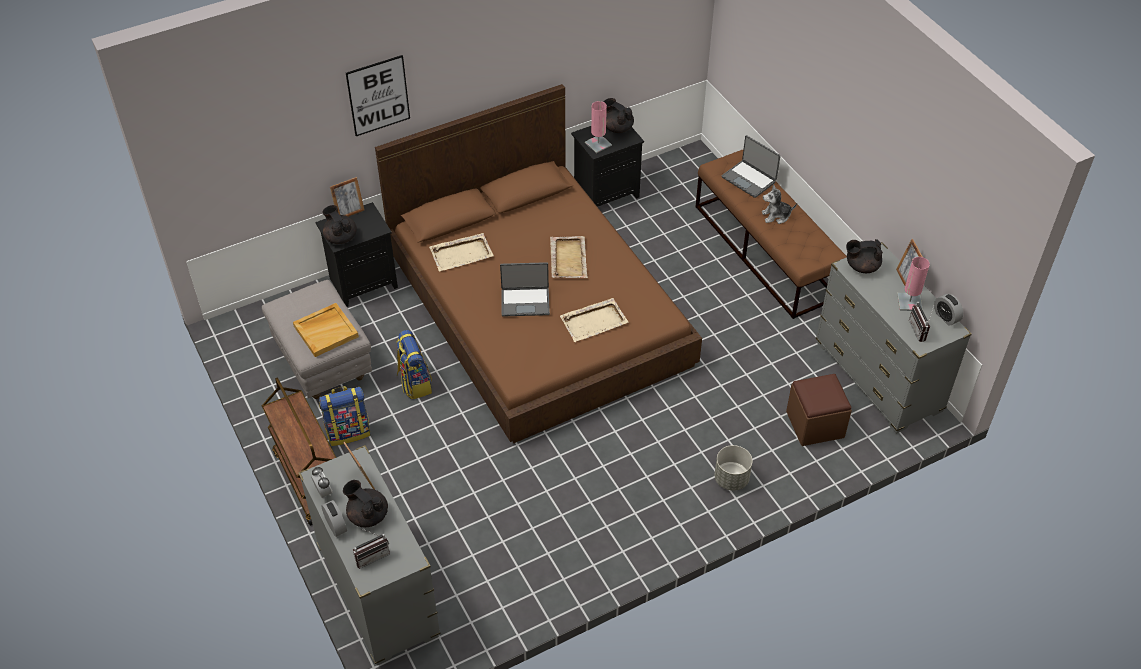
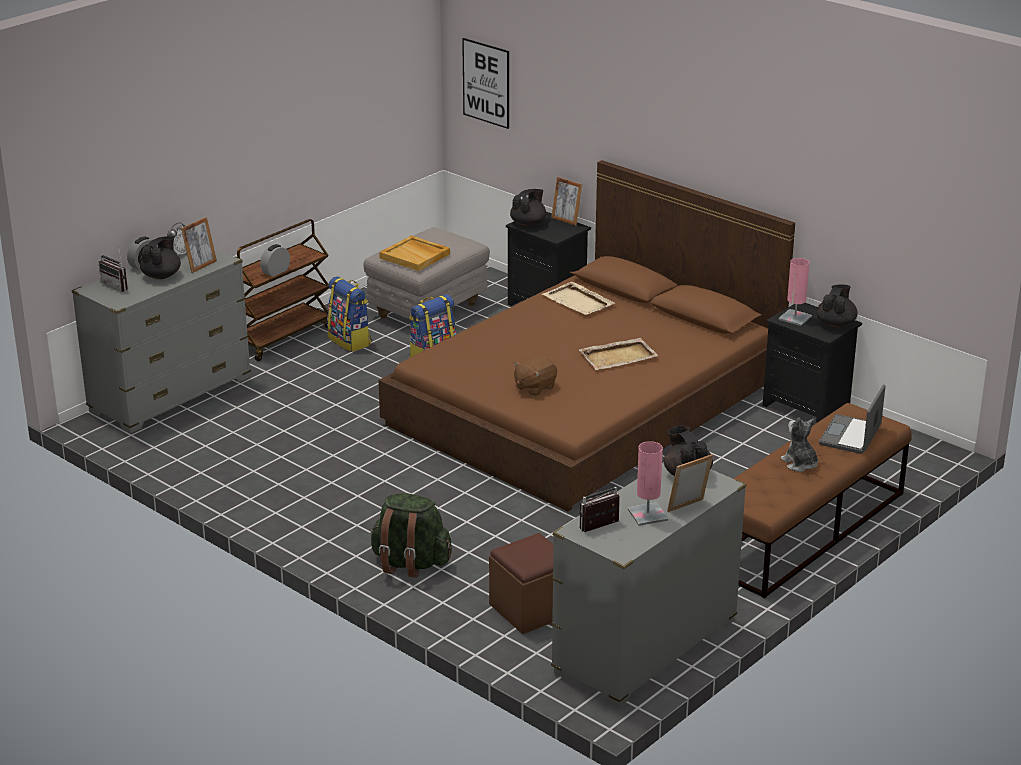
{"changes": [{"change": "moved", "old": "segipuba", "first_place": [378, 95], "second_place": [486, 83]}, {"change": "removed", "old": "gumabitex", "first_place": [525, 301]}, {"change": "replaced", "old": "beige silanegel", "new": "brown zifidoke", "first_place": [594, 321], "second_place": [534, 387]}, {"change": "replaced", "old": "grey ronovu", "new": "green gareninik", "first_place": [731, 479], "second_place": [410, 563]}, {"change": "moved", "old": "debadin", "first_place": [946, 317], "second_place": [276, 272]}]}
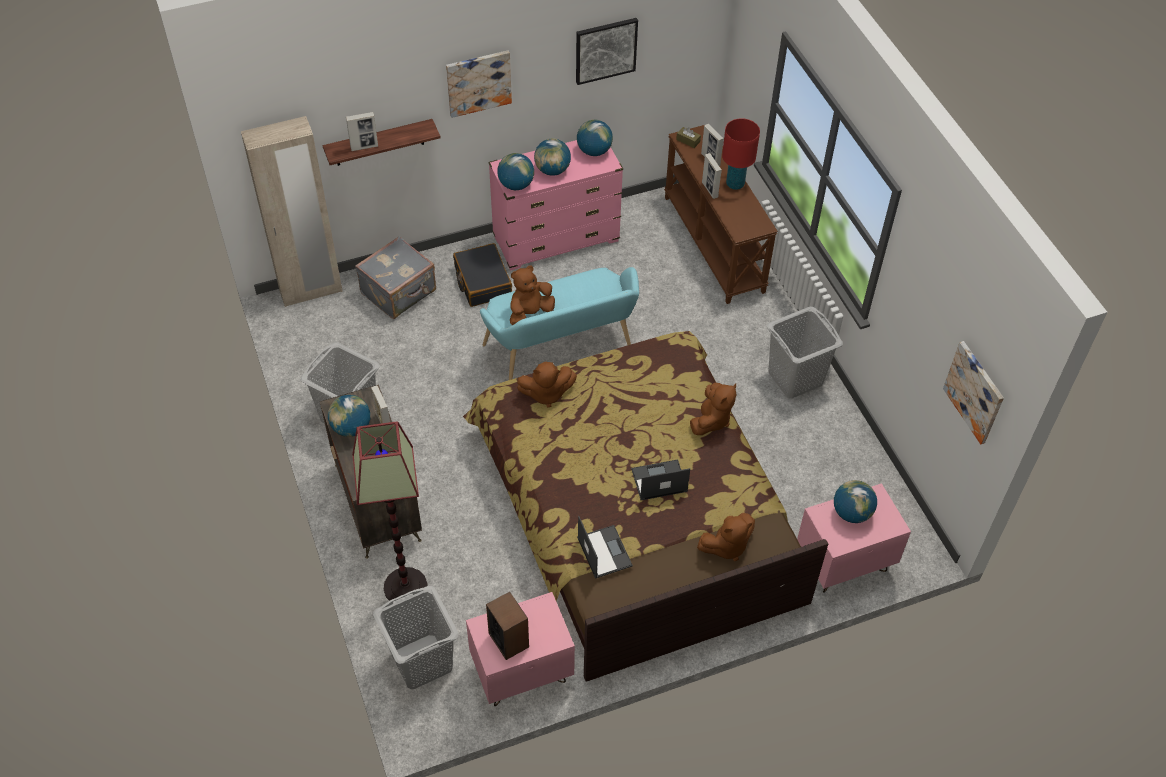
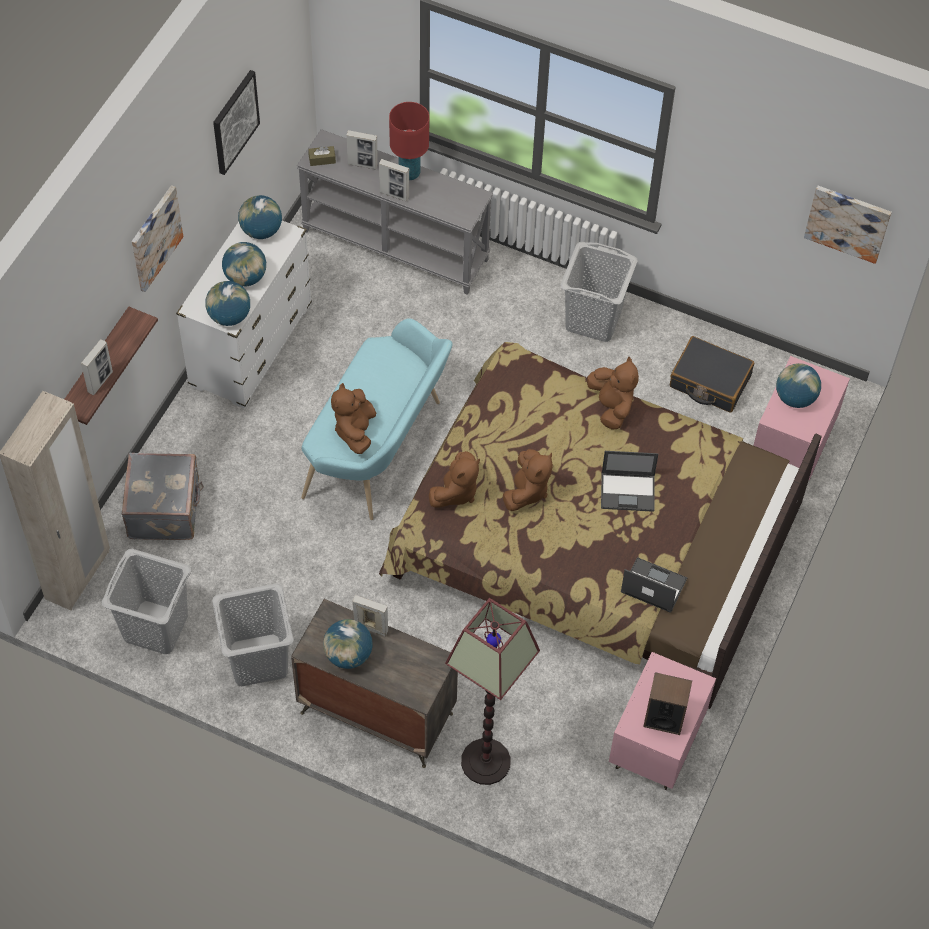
{"changes": [{"change": "moved", "old": "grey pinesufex", "first_place": [422, 661], "second_place": [155, 626]}, {"change": "moved", "old": "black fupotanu", "first_place": [482, 282], "second_place": [709, 381]}, {"change": "recoloured", "old": "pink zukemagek", "new": "white zukemagek", "first_place": [556, 239], "second_place": [251, 346]}, {"change": "turned", "old": "gumabitex", "first_place": [658, 480], "second_place": [628, 492], "degrees": -120}, {"change": "recoloured", "old": "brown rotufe", "new": "grey rotufe", "first_place": [715, 244], "second_place": [396, 244]}, {"change": "moved", "old": "brown zifidoke", "first_place": [726, 546], "second_place": [527, 491]}]}
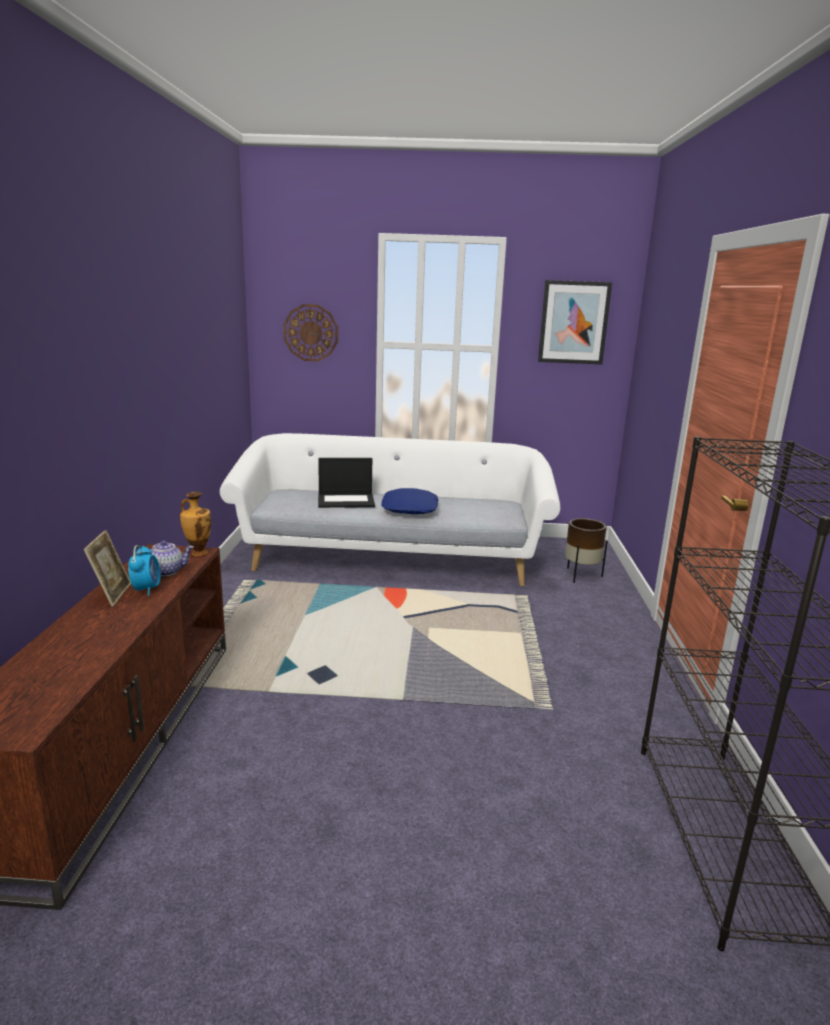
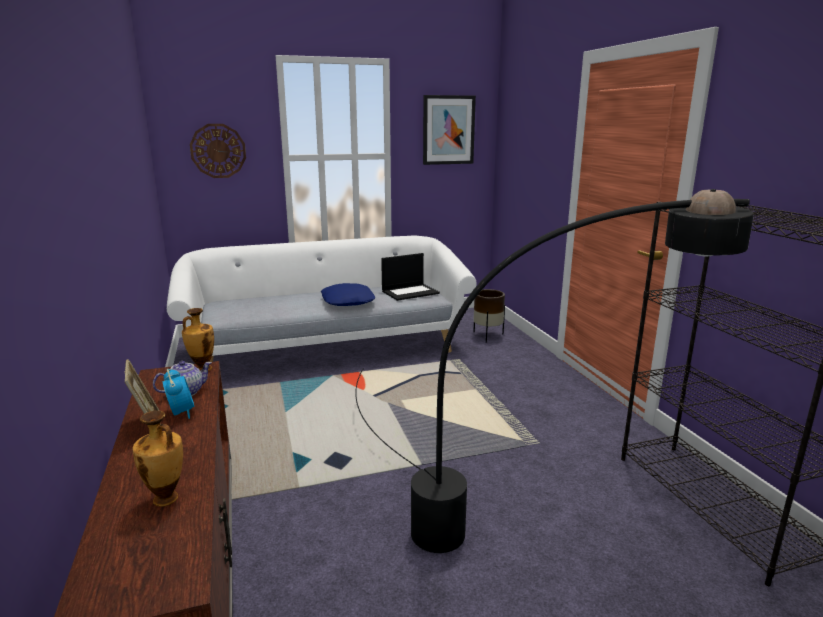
{"changes": [{"change": "moved", "old": "gumabitex", "first_place": [346, 501], "second_place": [410, 292]}, {"change": "added", "new": "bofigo", "second_place": [166, 499]}, {"change": "added", "new": "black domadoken", "second_place": [503, 519]}]}
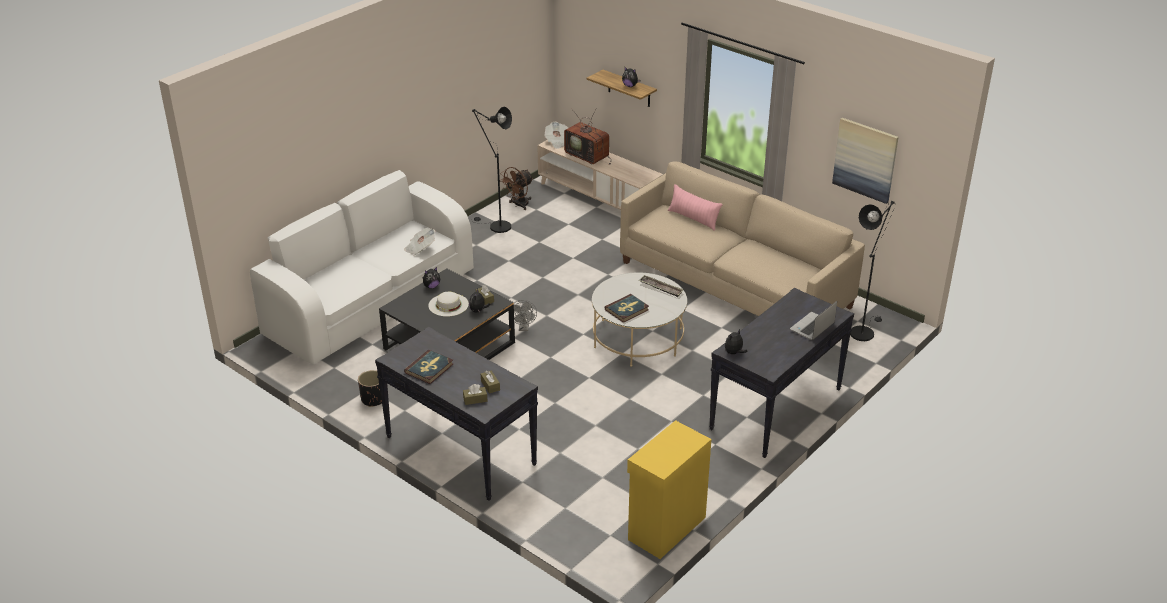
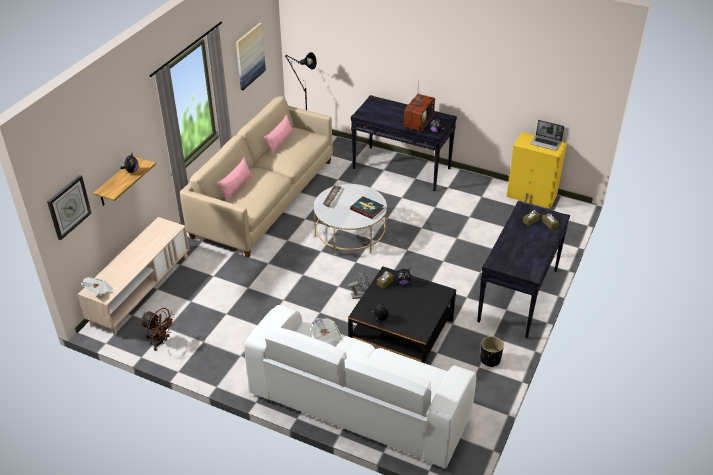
{"changes": [{"change": "removed", "old": "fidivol", "first_place": [429, 368]}, {"change": "removed", "old": "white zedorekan", "first_place": [448, 305]}, {"change": "removed", "old": "black domadoken", "first_place": [496, 226]}, {"change": "moved", "old": "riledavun", "first_place": [588, 156], "second_place": [418, 122]}, {"change": "moved", "old": "gumabitex", "first_place": [812, 327], "second_place": [546, 143]}, {"change": "added", "new": "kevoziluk", "second_place": [69, 207]}, {"change": "added", "new": "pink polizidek", "second_place": [280, 143]}]}
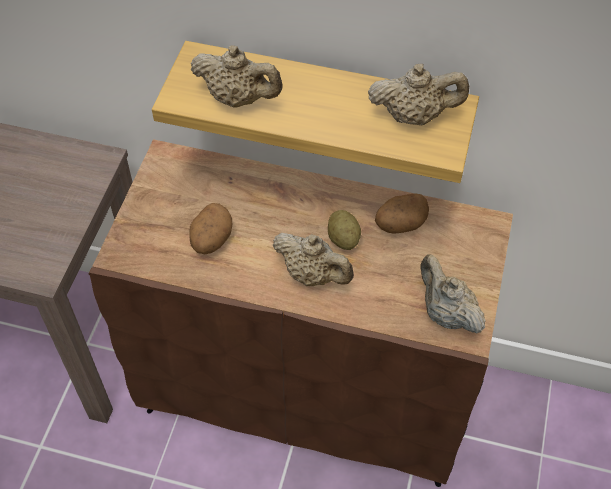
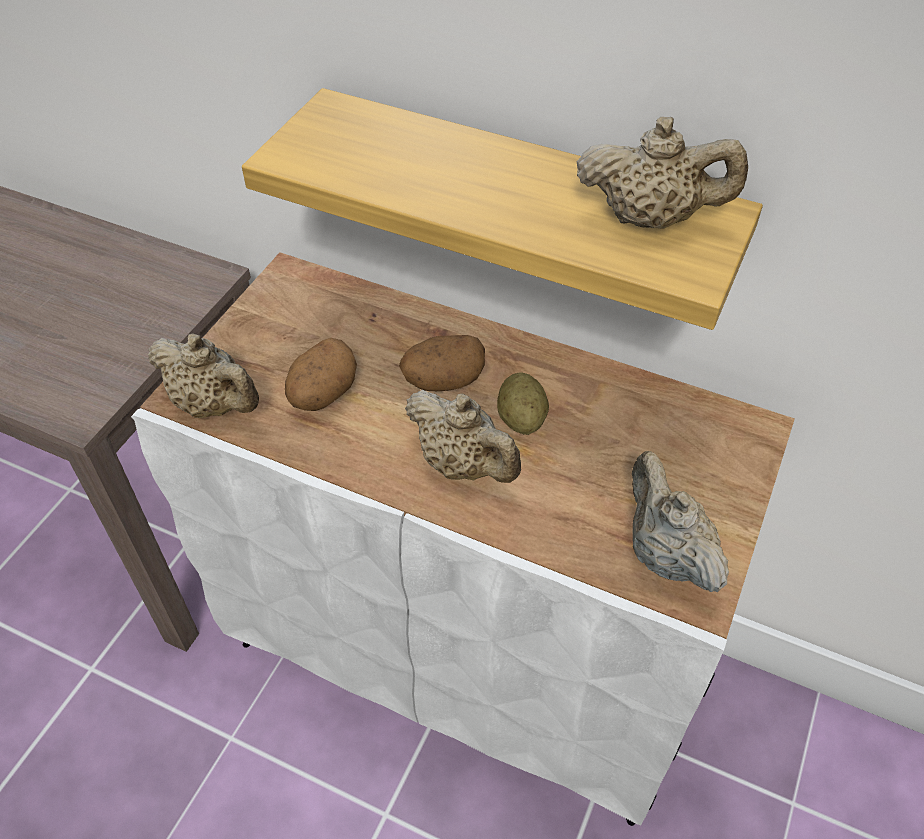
{"changes": [{"change": "recoloured", "old": "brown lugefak", "new": "white lugefak", "first_place": [308, 394], "second_place": [465, 655]}, {"change": "moved", "old": "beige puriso", "first_place": [238, 98], "second_place": [214, 404]}, {"change": "moved", "old": "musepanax", "first_place": [400, 224], "second_place": [443, 381]}]}
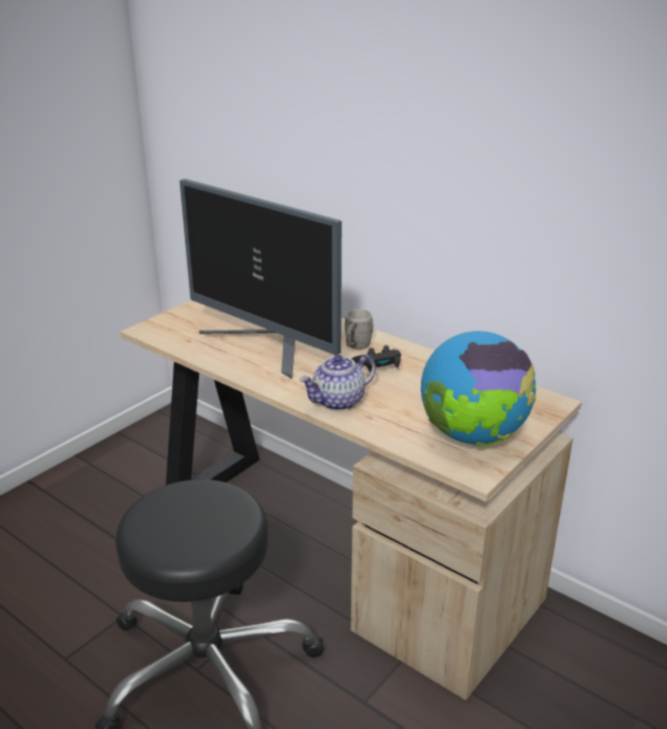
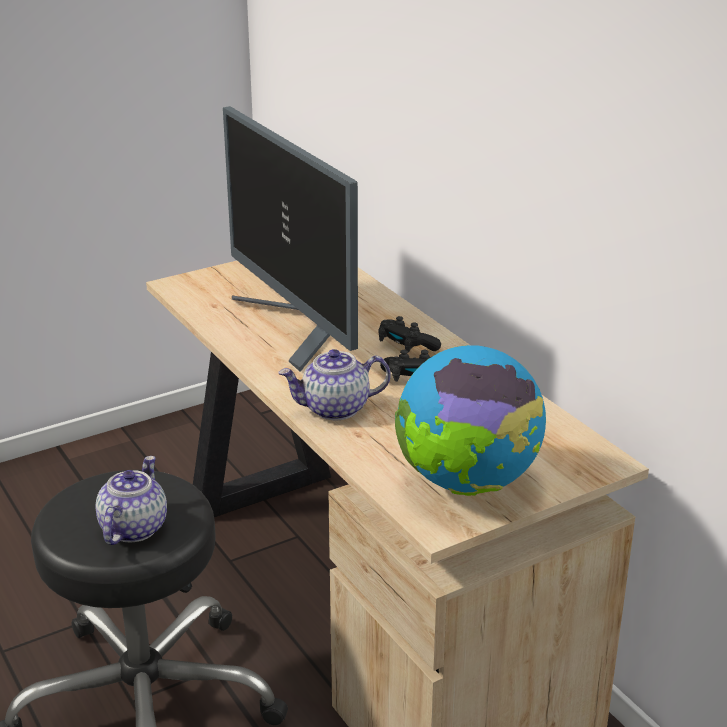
{"changes": [{"change": "replaced", "old": "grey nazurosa", "new": "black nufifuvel", "first_place": [356, 346], "second_place": [406, 346]}, {"change": "added", "new": "puriso", "second_place": [133, 528]}]}
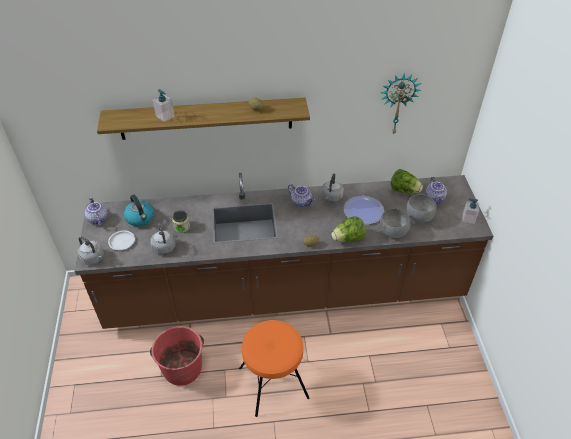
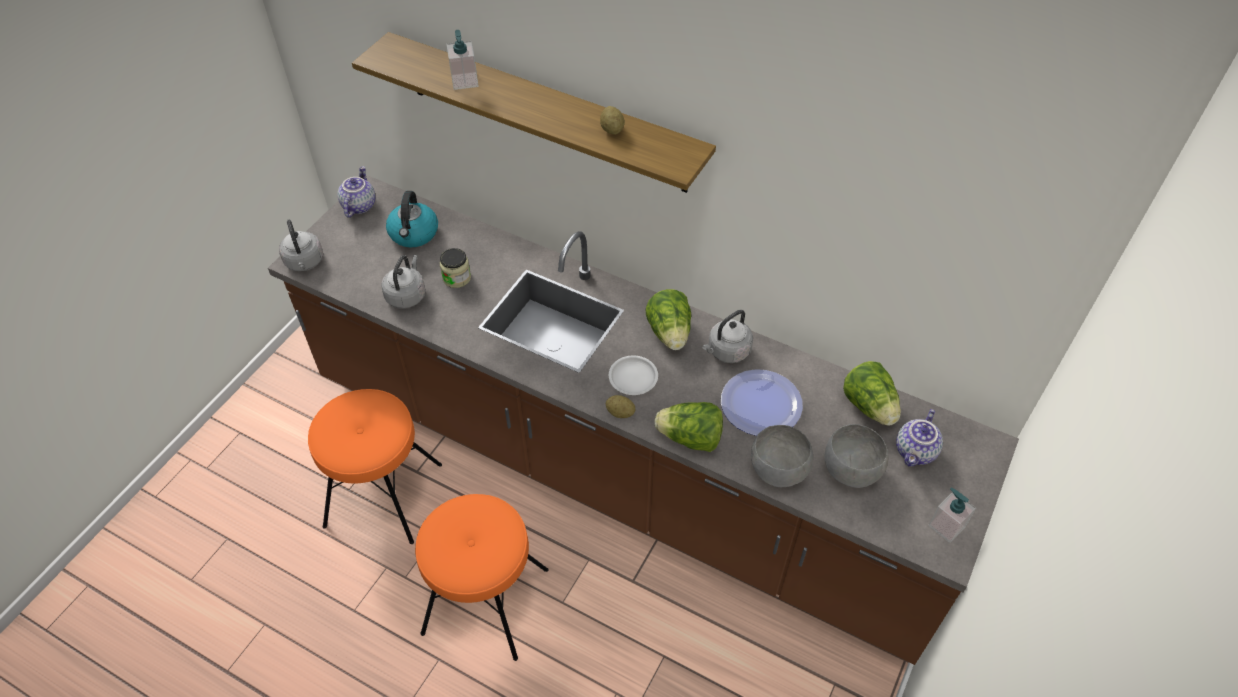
{"changes": [{"change": "moved", "old": "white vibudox", "first_place": [121, 241], "second_place": [633, 377]}, {"change": "replaced", "old": "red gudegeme", "new": "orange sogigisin", "first_place": [182, 367], "second_place": [383, 495]}, {"change": "replaced", "old": "puriso", "new": "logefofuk", "first_place": [301, 202], "second_place": [670, 333]}, {"change": "removed", "old": "kevoziluk", "first_place": [397, 103]}]}
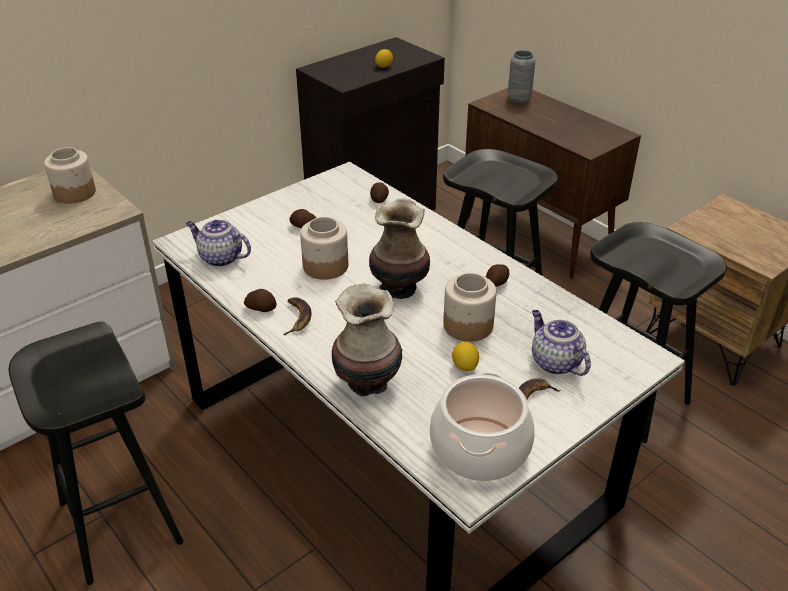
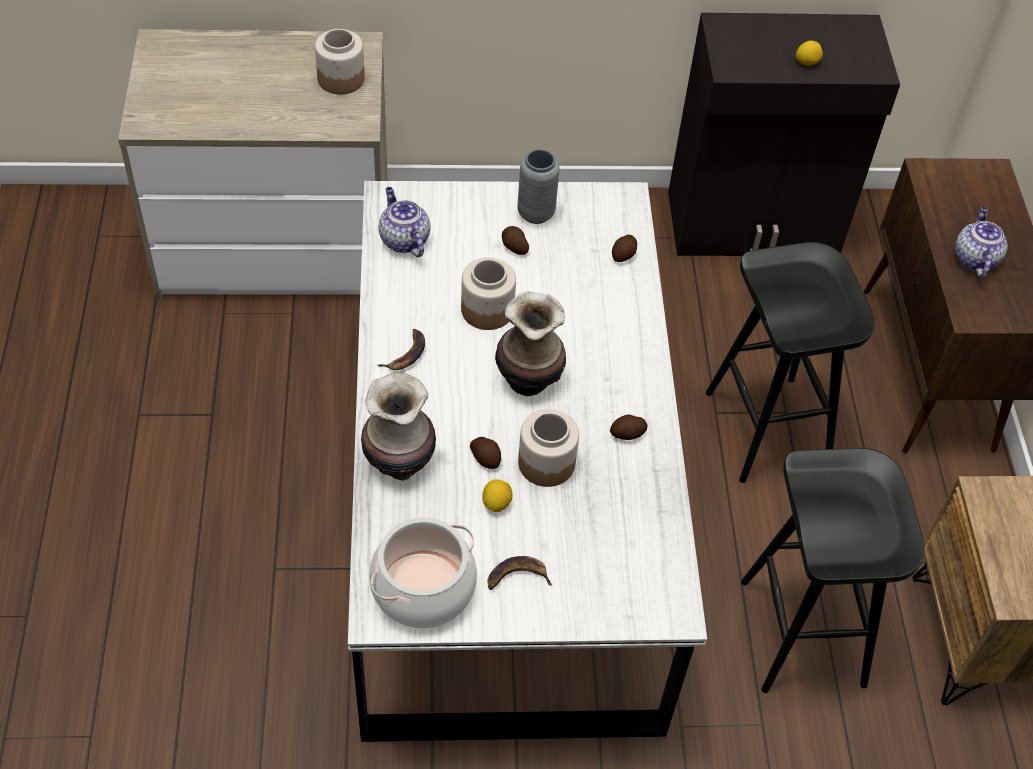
{"changes": [{"change": "removed", "old": "black sogigisin", "first_place": [118, 521]}, {"change": "moved", "old": "musepanax", "first_place": [261, 308], "second_place": [486, 457]}, {"change": "moved", "old": "grey bofigo", "first_place": [519, 99], "second_place": [536, 213]}, {"change": "moved", "old": "puriso", "first_place": [554, 362], "second_place": [974, 258]}]}
